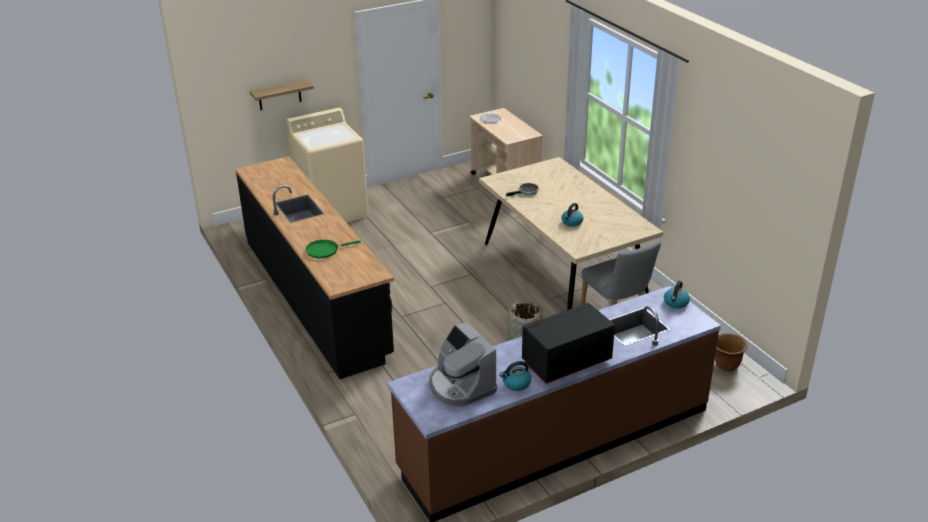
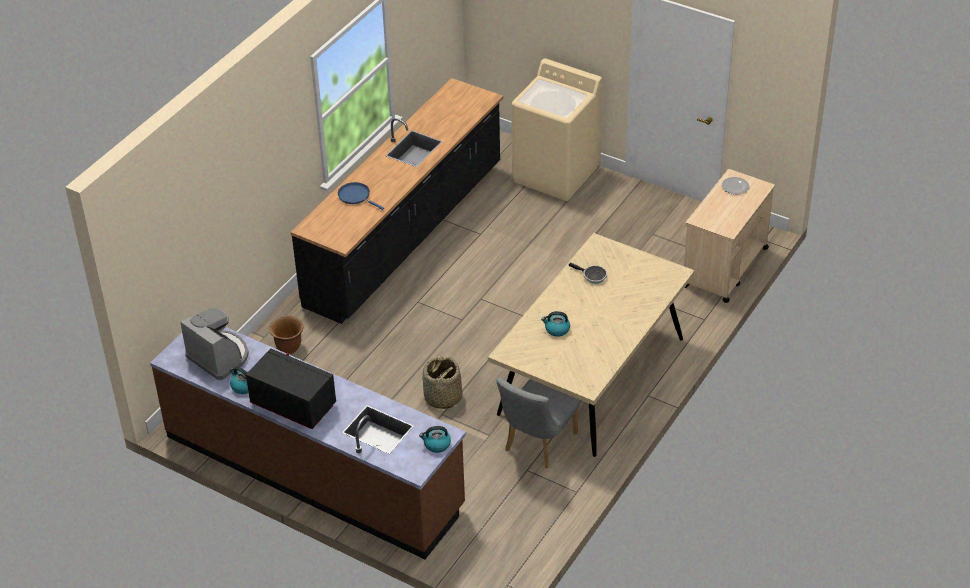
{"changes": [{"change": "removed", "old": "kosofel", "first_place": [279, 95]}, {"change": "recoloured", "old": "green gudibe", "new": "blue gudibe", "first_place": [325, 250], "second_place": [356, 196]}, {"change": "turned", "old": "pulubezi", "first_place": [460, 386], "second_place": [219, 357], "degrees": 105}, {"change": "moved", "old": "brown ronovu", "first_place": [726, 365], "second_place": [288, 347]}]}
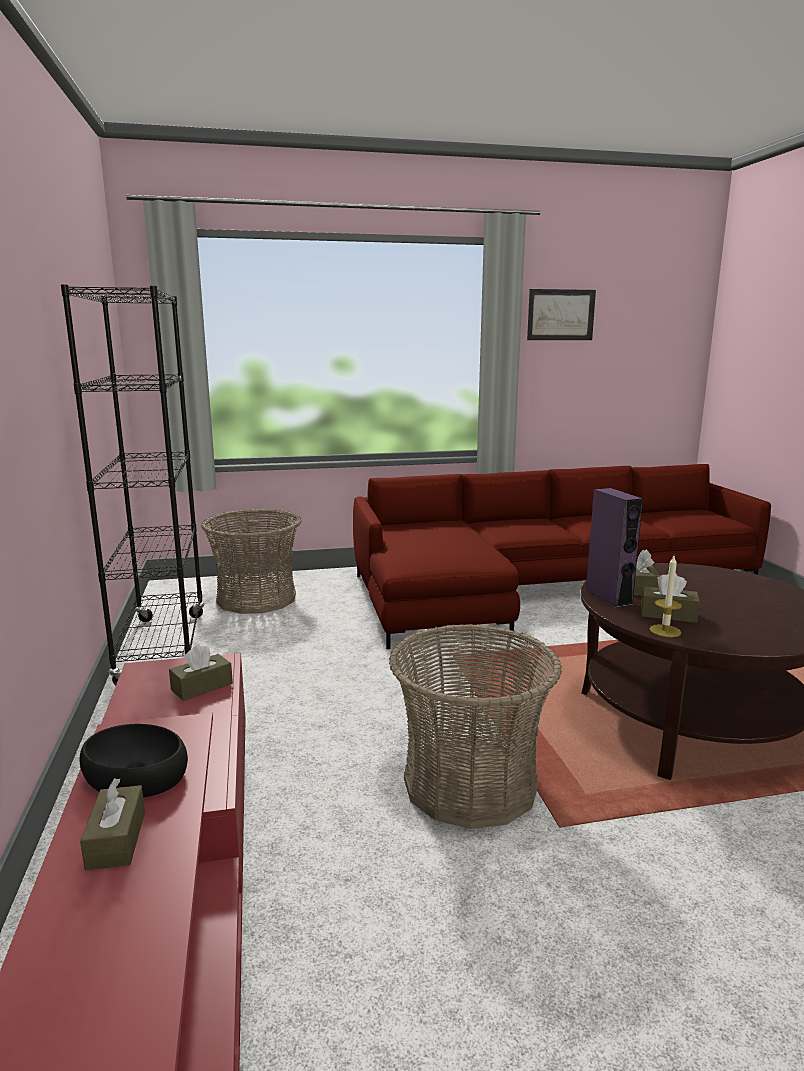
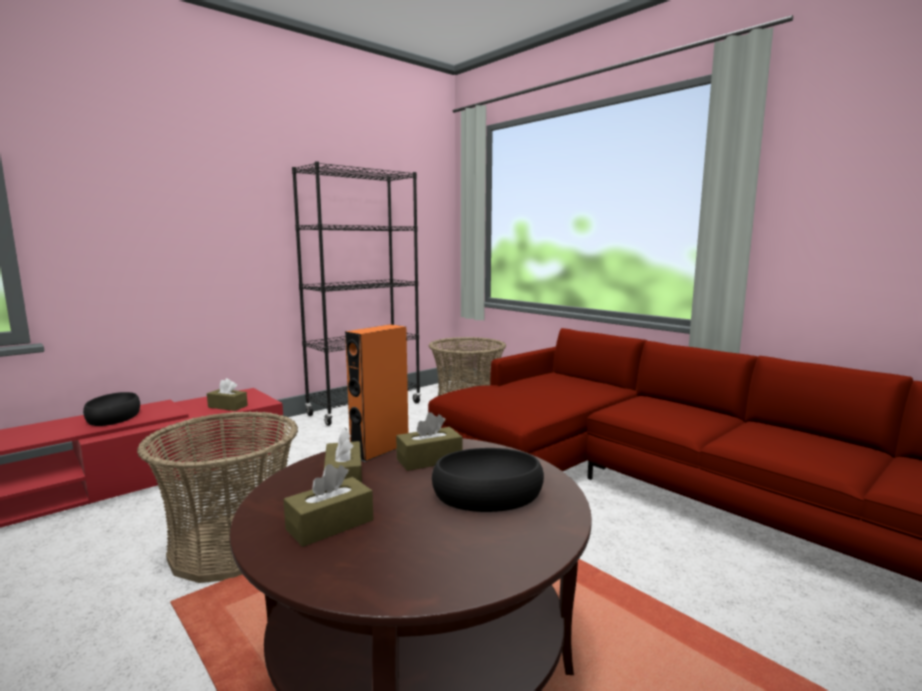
{"changes": [{"change": "moved", "old": "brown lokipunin", "first_place": [116, 840], "second_place": [330, 525]}, {"change": "removed", "old": "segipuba", "first_place": [561, 315]}, {"change": "recoloured", "old": "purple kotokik", "new": "orange kotokik", "first_place": [608, 597], "second_place": [380, 449]}, {"change": "removed", "old": "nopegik", "first_place": [665, 631]}, {"change": "added", "new": "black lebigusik", "second_place": [488, 493]}]}
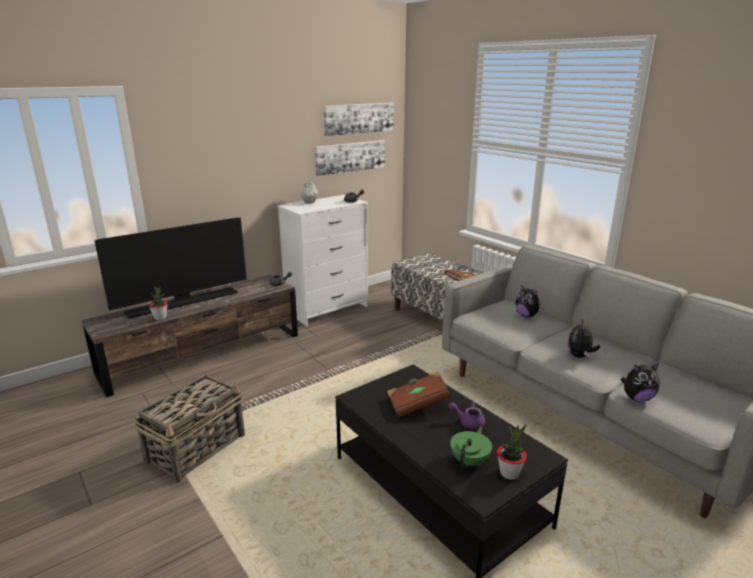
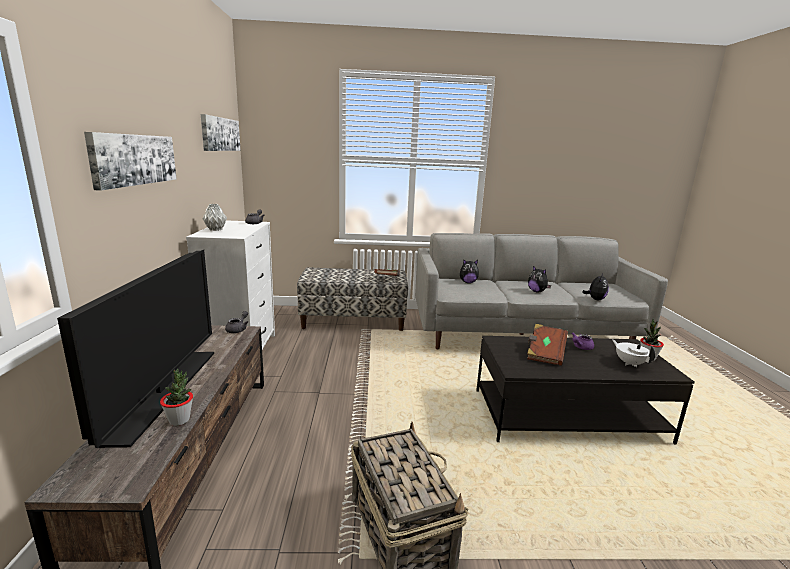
{"changes": [{"change": "moved", "old": "segipuba", "first_place": [350, 157], "second_place": [134, 159]}, {"change": "recoloured", "old": "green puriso", "new": "white puriso", "first_place": [470, 461], "second_place": [629, 363]}]}
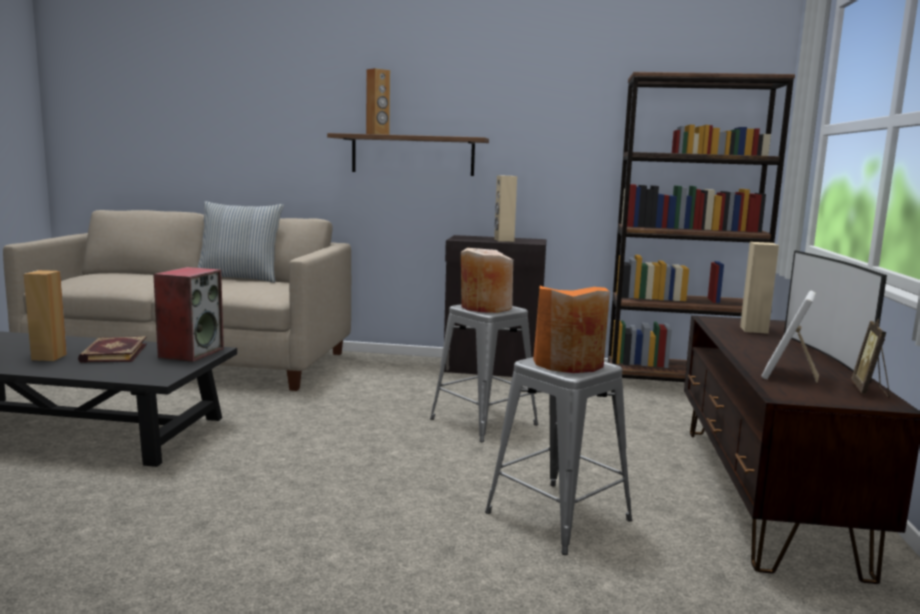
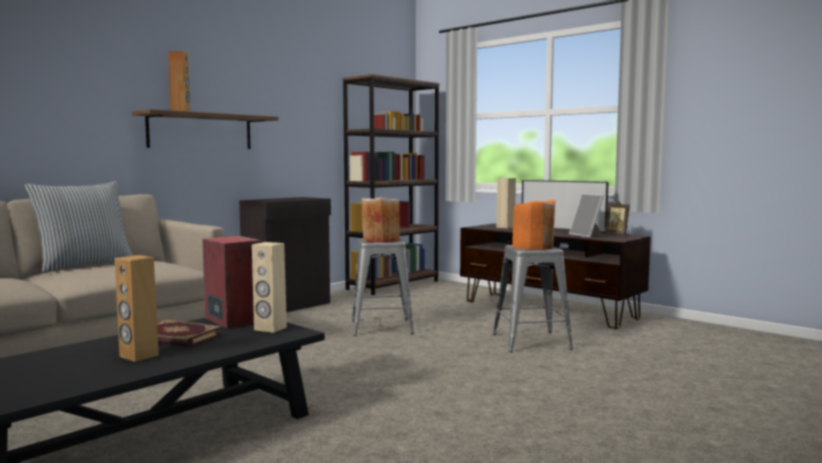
{"changes": [{"change": "moved", "old": "beige kotokik", "first_place": [503, 240], "second_place": [270, 329]}]}
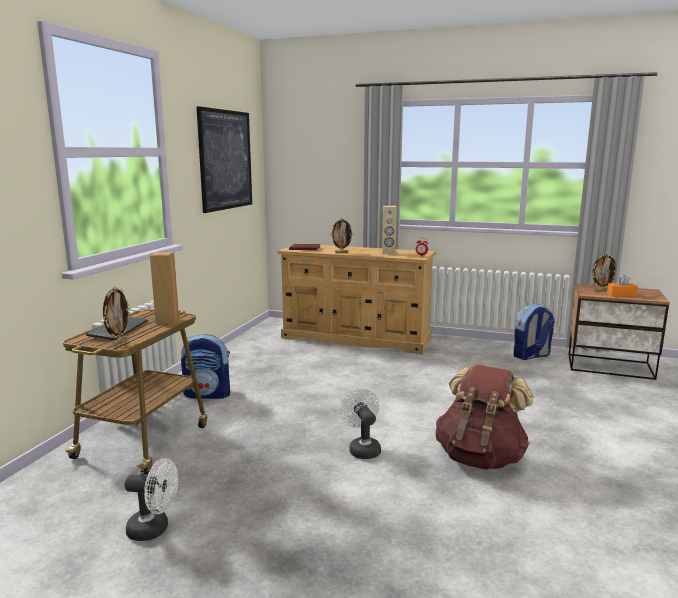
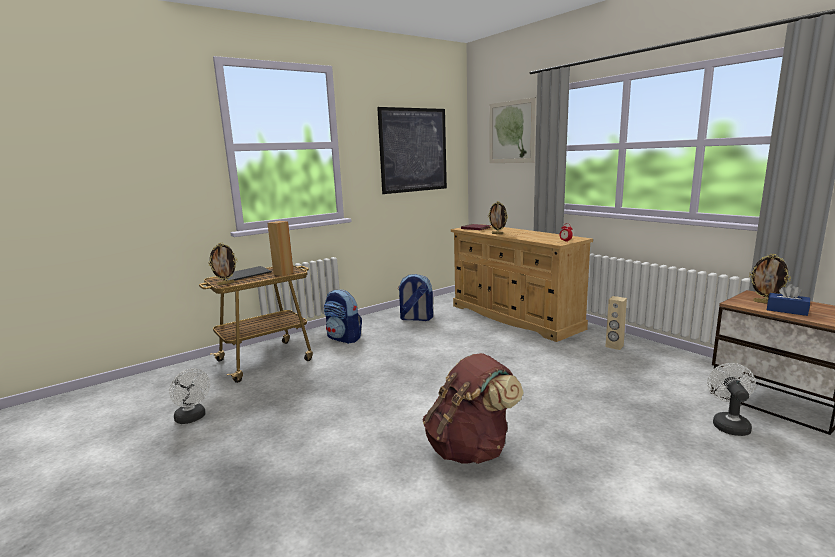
{"changes": [{"change": "moved", "old": "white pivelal", "first_place": [362, 449], "second_place": [728, 424]}, {"change": "moved", "old": "beige kotokik", "first_place": [388, 253], "second_place": [614, 346]}, {"change": "moved", "old": "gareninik", "first_place": [531, 356], "second_place": [415, 318]}, {"change": "recoloured", "old": "orange lokipunin", "new": "blue lokipunin", "first_place": [621, 295], "second_place": [787, 310]}, {"change": "added", "new": "segipuba", "second_place": [511, 132]}]}
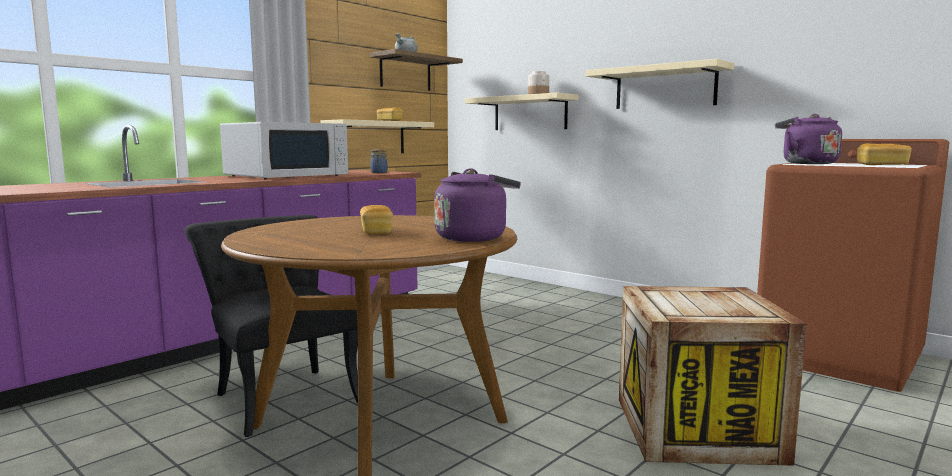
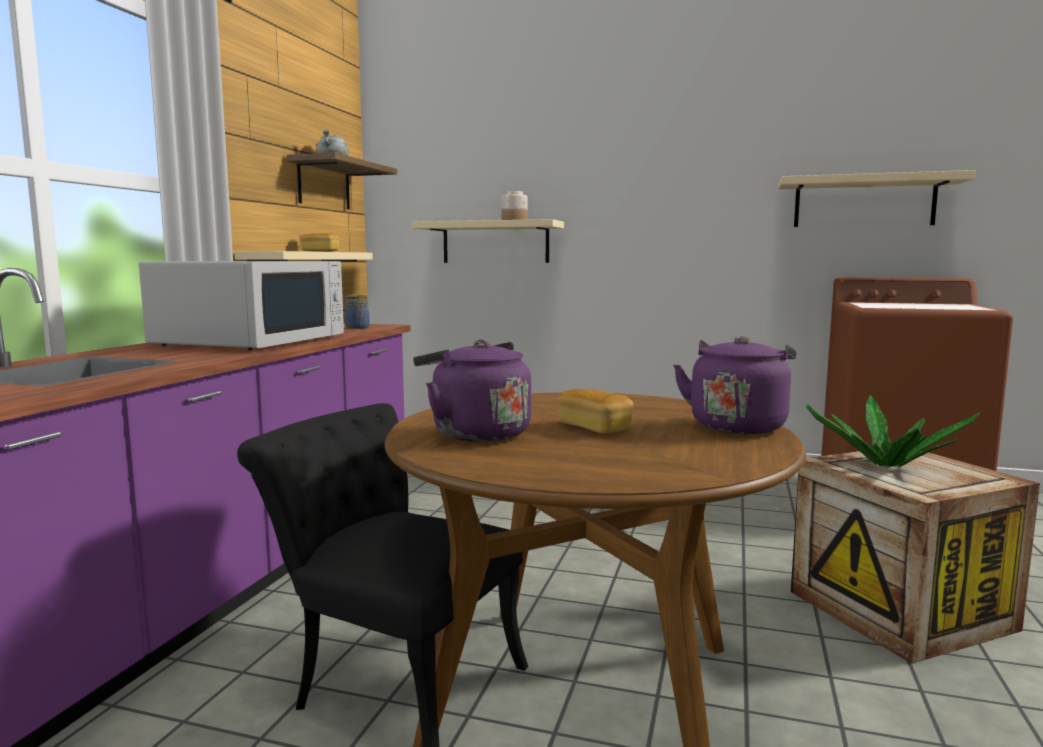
{"changes": [{"change": "moved", "old": "beige kosofel", "first_place": [665, 88], "second_place": [864, 202]}, {"change": "moved", "old": "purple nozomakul", "first_place": [806, 163], "second_place": [475, 433]}, {"change": "removed", "old": "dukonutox", "first_place": [882, 165]}, {"change": "added", "new": "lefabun", "second_place": [886, 464]}]}
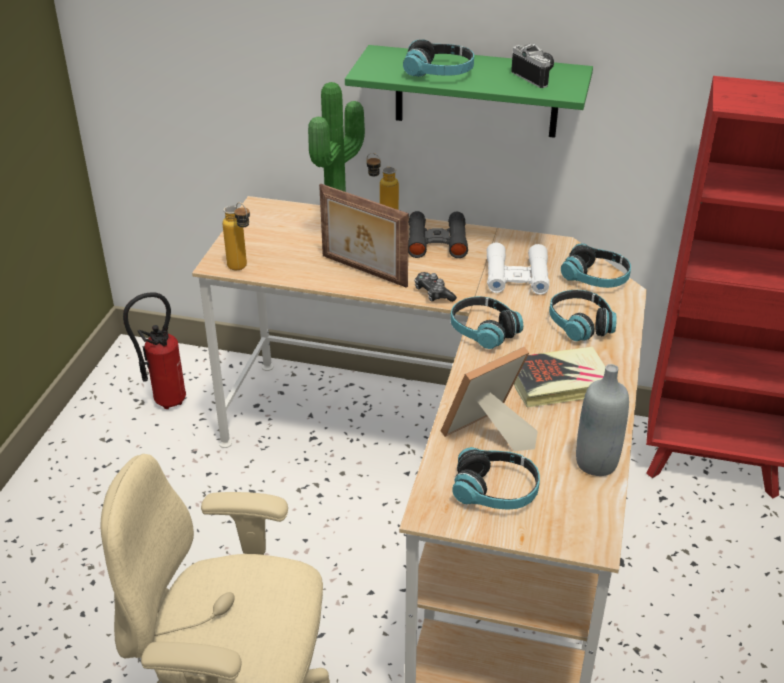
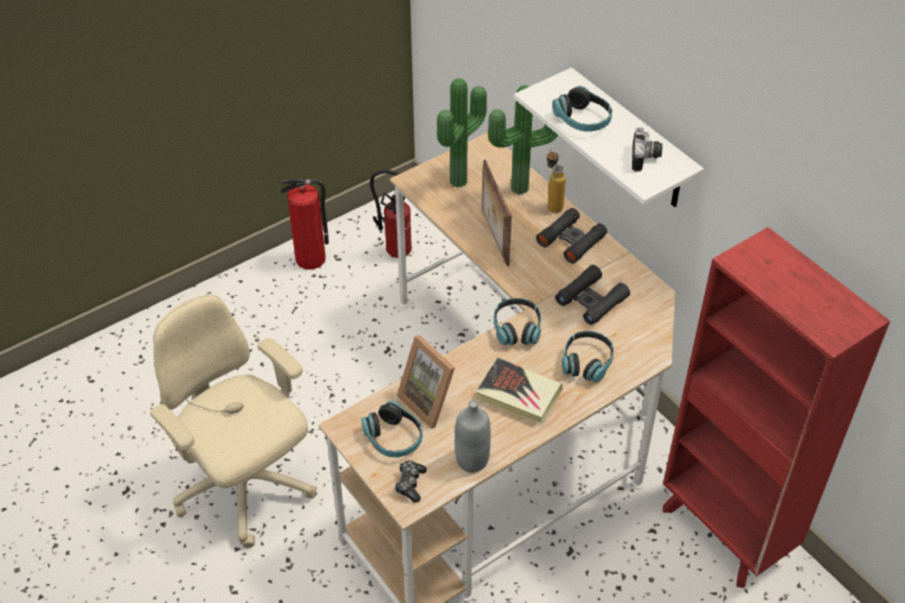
{"changes": [{"change": "removed", "old": "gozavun", "first_place": [242, 269]}, {"change": "recoloured", "old": "green kosofel", "new": "white kosofel", "first_place": [476, 92], "second_place": [631, 142]}, {"change": "moved", "old": "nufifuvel", "first_place": [433, 294], "second_place": [410, 484]}, {"change": "turned", "old": "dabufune", "first_place": [487, 435], "second_place": [431, 401], "degrees": -135}, {"change": "recoloured", "old": "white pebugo", "new": "black pebugo", "first_place": [517, 276], "second_place": [591, 300]}, {"change": "removed", "old": "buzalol", "first_place": [595, 278]}, {"change": "added", "new": "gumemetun", "second_place": [311, 258]}, {"change": "added", "new": "lefabun", "second_place": [461, 182]}]}
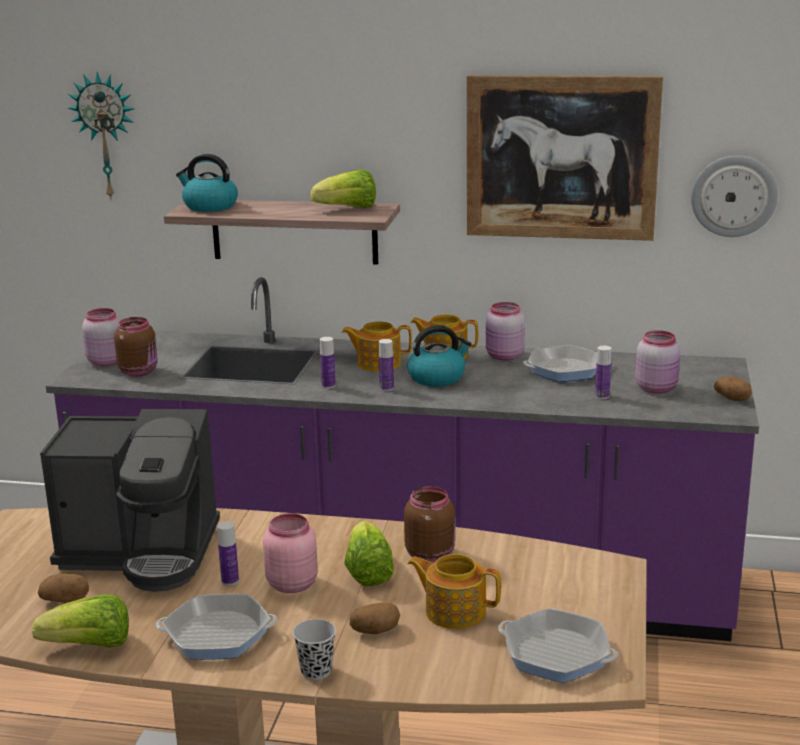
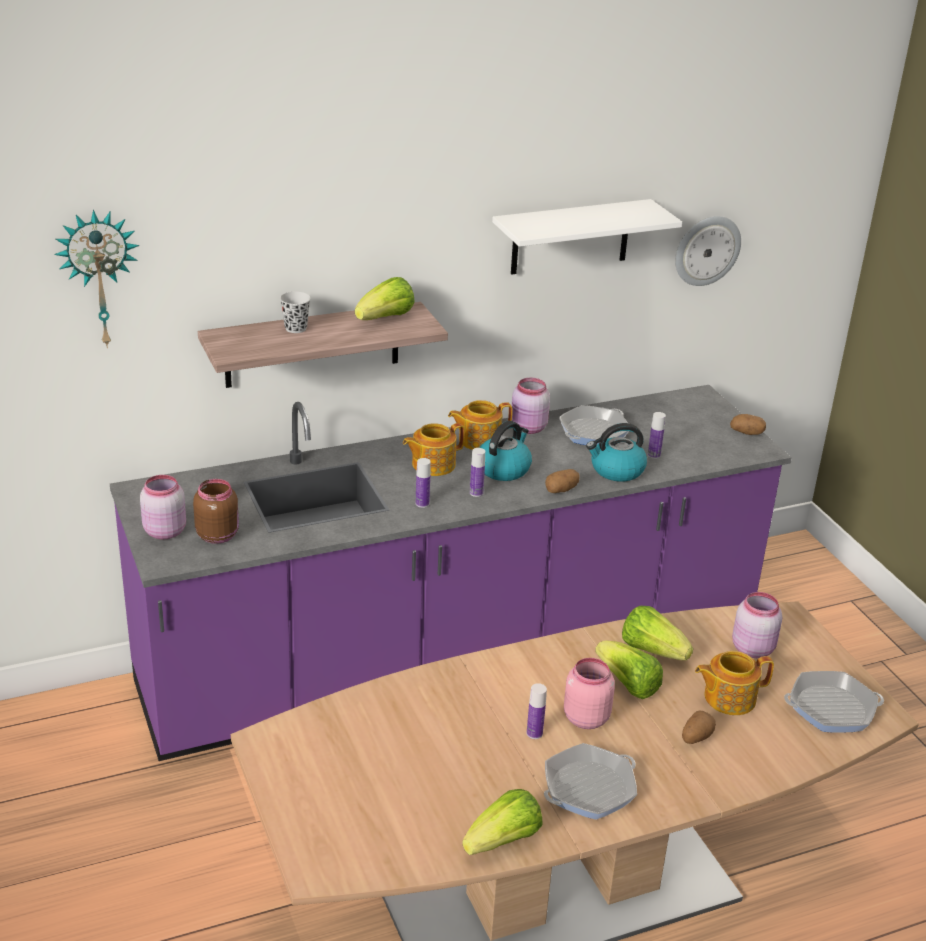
{"changes": [{"change": "moved", "old": "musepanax", "first_place": [66, 600], "second_place": [561, 490]}, {"change": "removed", "old": "pulubezi", "first_place": [142, 552]}, {"change": "moved", "old": "nozomakul", "first_place": [209, 206], "second_place": [616, 470]}, {"change": "moved", "old": "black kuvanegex", "first_place": [316, 671], "second_place": [296, 328]}, {"change": "replaced", "old": "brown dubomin", "new": "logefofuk", "first_place": [430, 554], "second_place": [652, 650]}, {"change": "replaced", "old": "segipuba", "new": "white kosofel", "first_place": [561, 157], "second_place": [570, 237]}, {"change": "moved", "old": "pink dubomin", "first_place": [657, 388], "second_place": [752, 648]}]}
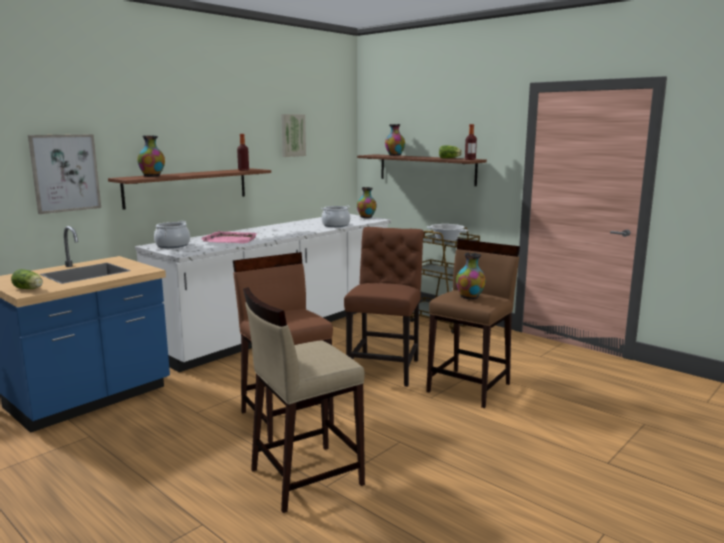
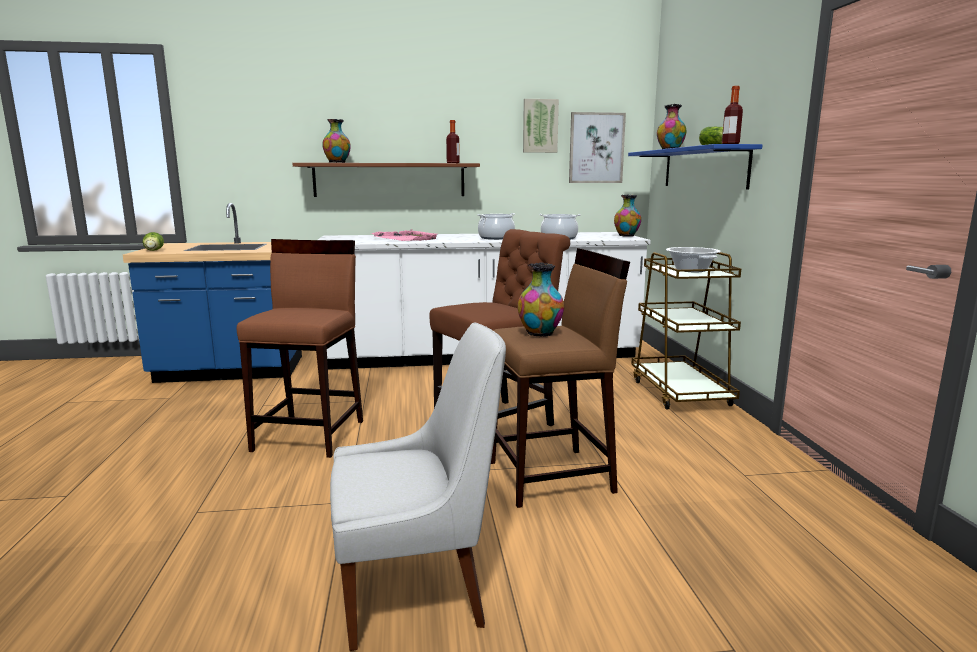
{"changes": [{"change": "moved", "old": "segipuba", "first_place": [65, 173], "second_place": [596, 148]}, {"change": "moved", "old": "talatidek", "first_place": [173, 245], "second_place": [496, 238]}, {"change": "removed", "old": "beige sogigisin", "first_place": [305, 476]}, {"change": "recoloured", "old": "brown kosofel", "new": "blue kosofel", "first_place": [426, 169], "second_place": [703, 168]}, {"change": "added", "new": "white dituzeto", "second_place": [418, 589]}]}
